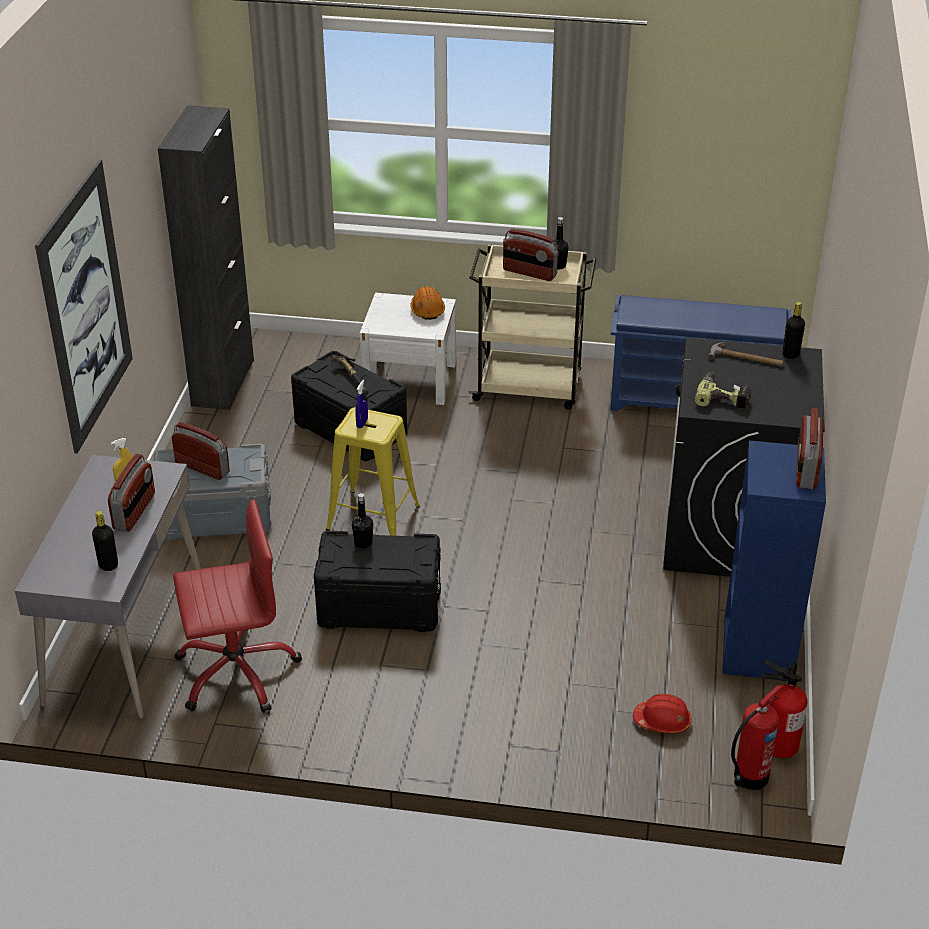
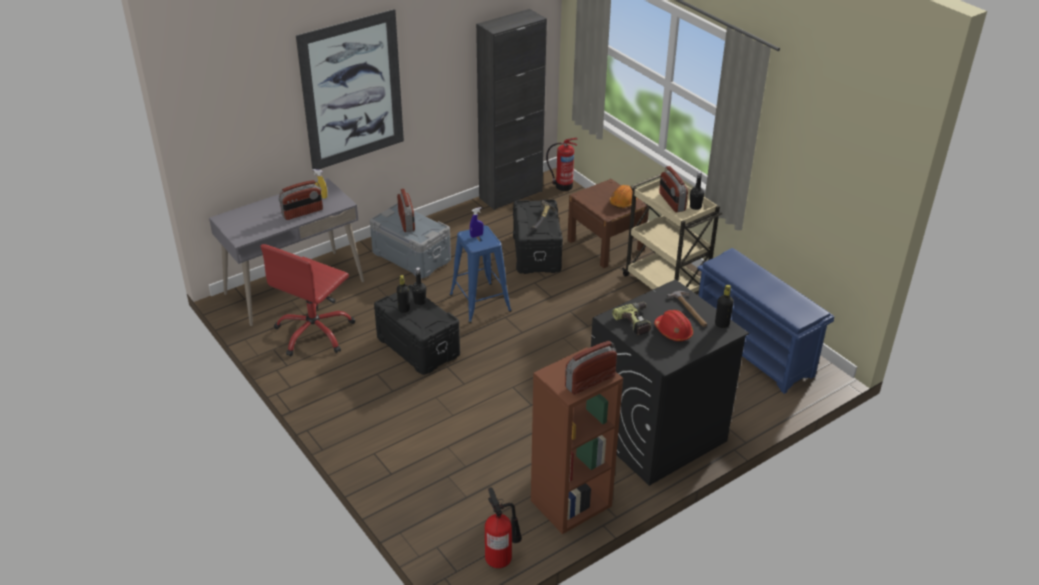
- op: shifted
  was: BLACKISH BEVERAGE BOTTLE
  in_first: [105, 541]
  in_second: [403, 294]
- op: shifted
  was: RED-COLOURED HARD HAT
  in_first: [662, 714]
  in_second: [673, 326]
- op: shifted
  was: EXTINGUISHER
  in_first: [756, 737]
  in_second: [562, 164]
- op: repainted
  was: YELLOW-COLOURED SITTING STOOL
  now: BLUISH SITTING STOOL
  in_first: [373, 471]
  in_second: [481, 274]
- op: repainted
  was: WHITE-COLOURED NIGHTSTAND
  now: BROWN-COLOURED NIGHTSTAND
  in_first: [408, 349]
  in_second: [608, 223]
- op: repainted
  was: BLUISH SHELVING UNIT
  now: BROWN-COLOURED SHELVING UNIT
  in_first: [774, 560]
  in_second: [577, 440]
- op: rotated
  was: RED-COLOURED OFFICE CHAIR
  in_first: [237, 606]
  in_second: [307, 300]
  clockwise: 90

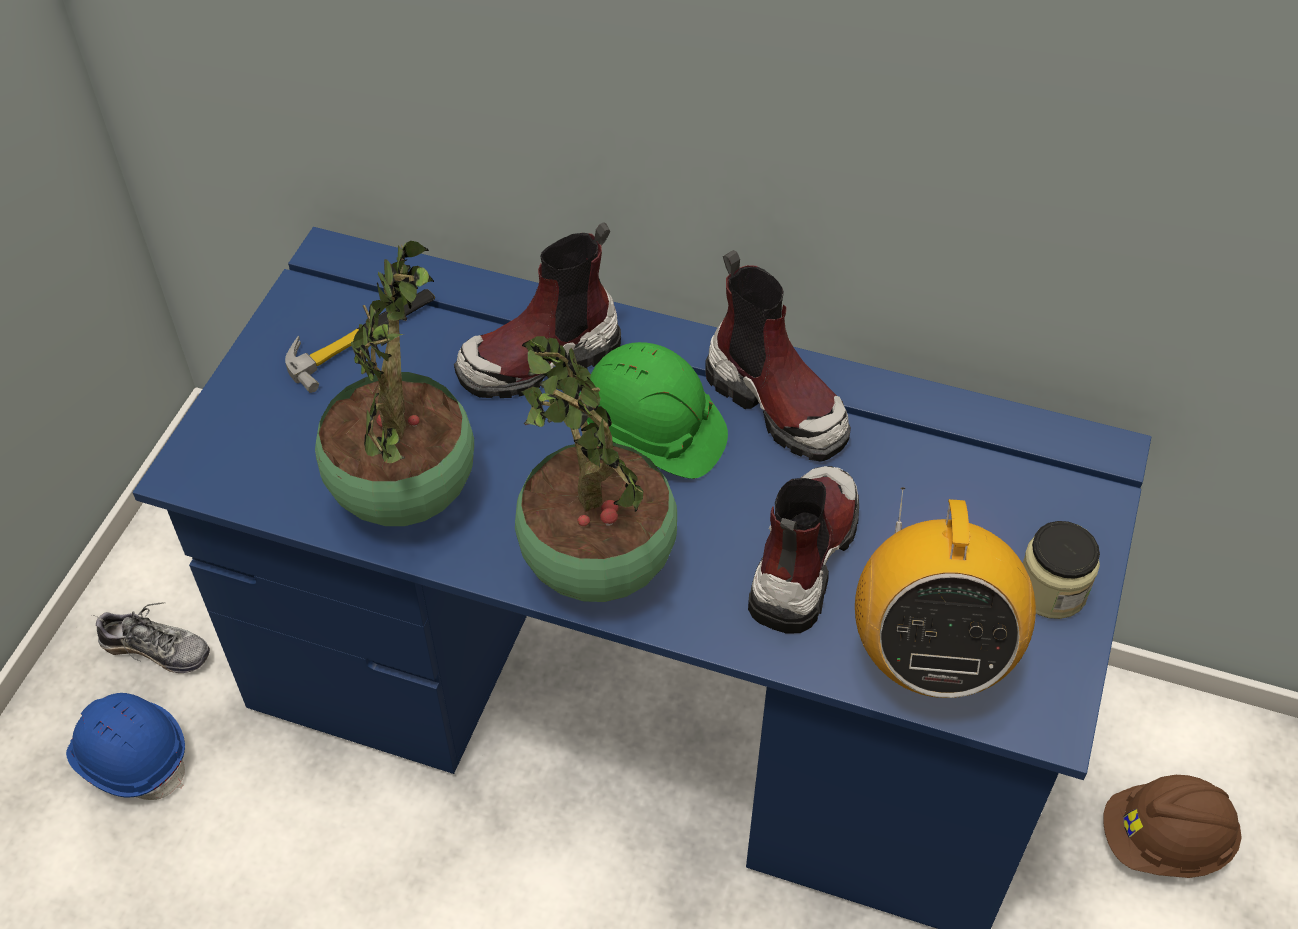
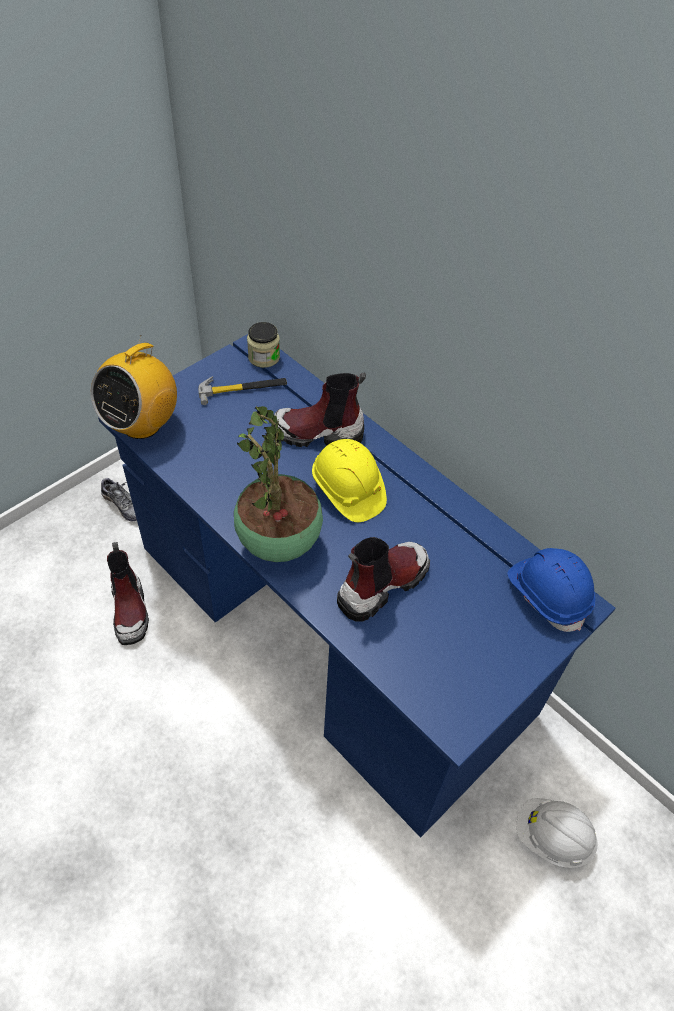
- op: gone
  was: POTTED PLANT
  in_first: [394, 383]
- op: shifted
  was: BLUISH HARD HAT
  in_first: [125, 746]
  in_second: [551, 590]
- op: shifted
  was: TALL BOOT
  in_first: [778, 356]
  in_second: [128, 593]
- op: shifted
  was: RADIO
  in_first: [945, 592]
  in_second: [133, 387]
- op: shifted
  was: JAR
  in_first: [1061, 570]
  in_second: [263, 345]
- op: repainted
  was: GREENISH HARD HAT
  now: YELLOW-COLOURED HARD HAT
  in_first: [653, 410]
  in_second: [349, 480]
- op: repainted
  was: BROWN-COLOURED HARD HAT
  now: WHITE-COLOURED HARD HAT
  in_first: [1172, 826]
  in_second: [557, 833]

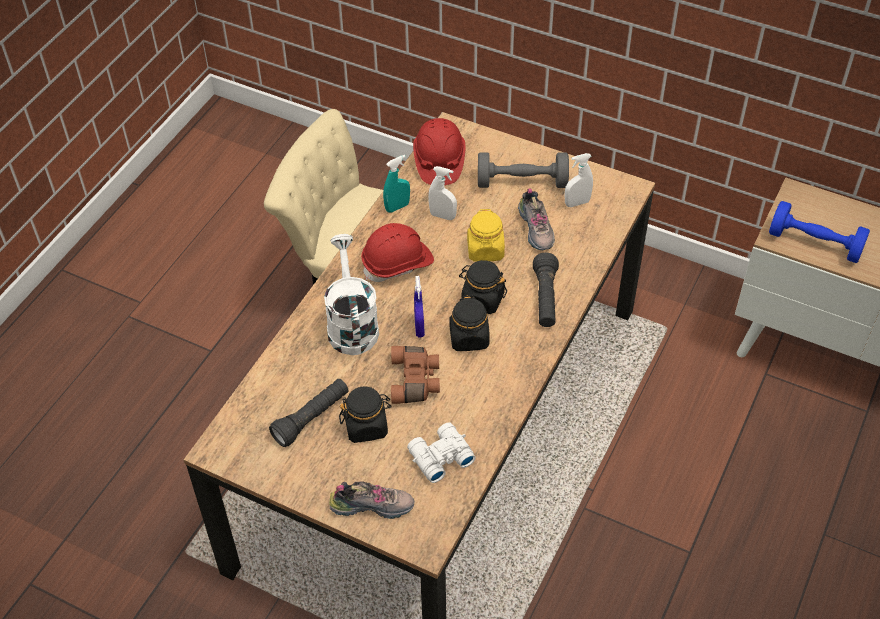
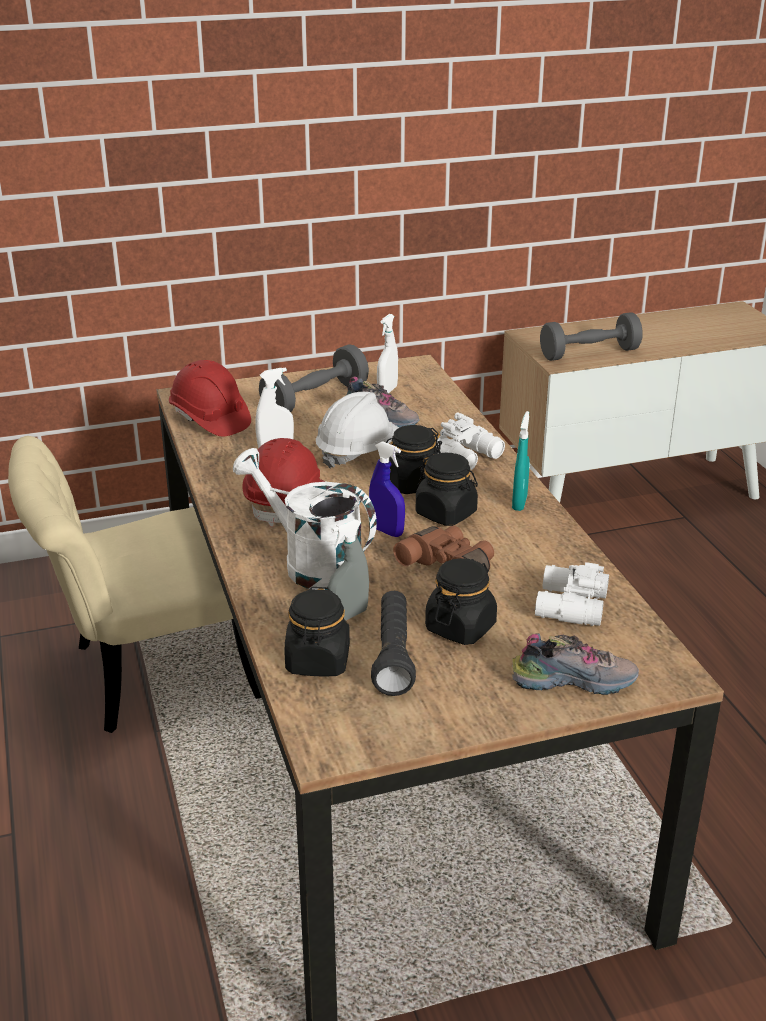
- op: new
  now: BLACKISH JAR
  in_second: [317, 632]
- op: new
  now: GREYISH HAND SPRAYER
  in_second: [348, 570]
- op: shifted
  was: TURQUOISE-COLOURED HAND SPRAYER
  in_first: [396, 184]
  in_second: [521, 461]
- op: swapped
  was: YELLOW-COLOURED JAR
  now: WHITE-COLOURED HARD HAT
  in_first: [486, 235]
  in_second: [357, 430]
- op: swapped
  was: BLACKISH HAND TORCH
  now: WHITE-COLOURED BINOCULARS
  in_first: [546, 290]
  in_second: [470, 441]
- op: repainted
  was: BLUISH FREE WEIGHT
  now: GREYISH FREE WEIGHT
  in_first: [819, 232]
  in_second: [591, 336]
- op: rotated
  was: LOW SHOE
  in_first: [371, 500]
  in_second: [575, 664]
  clockwise: 45

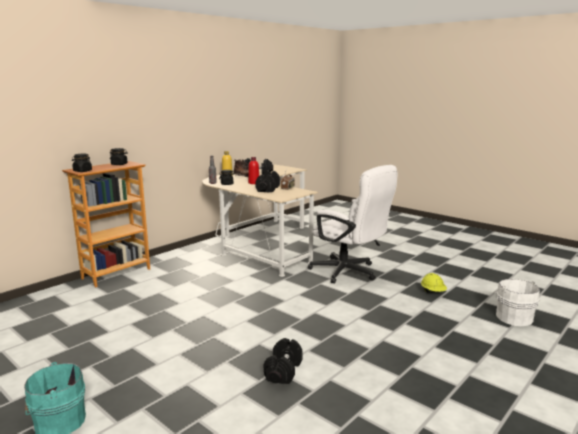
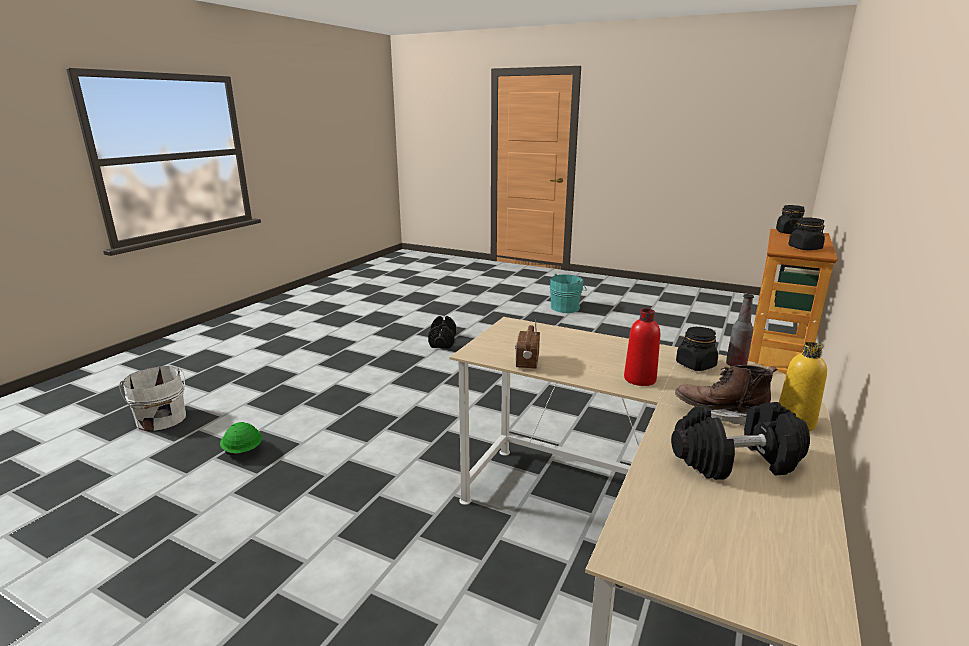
- op: gone
  was: BLACKISH FREE WEIGHT
  in_first: [267, 181]
- op: gone
  was: WHITE-COLOURED OFFICE CHAIR
  in_first: [353, 224]
- op: repainted
  was: YELLOW-COLOURED HARD HAT
  now: GREENISH HARD HAT
  in_first: [434, 283]
  in_second: [241, 438]

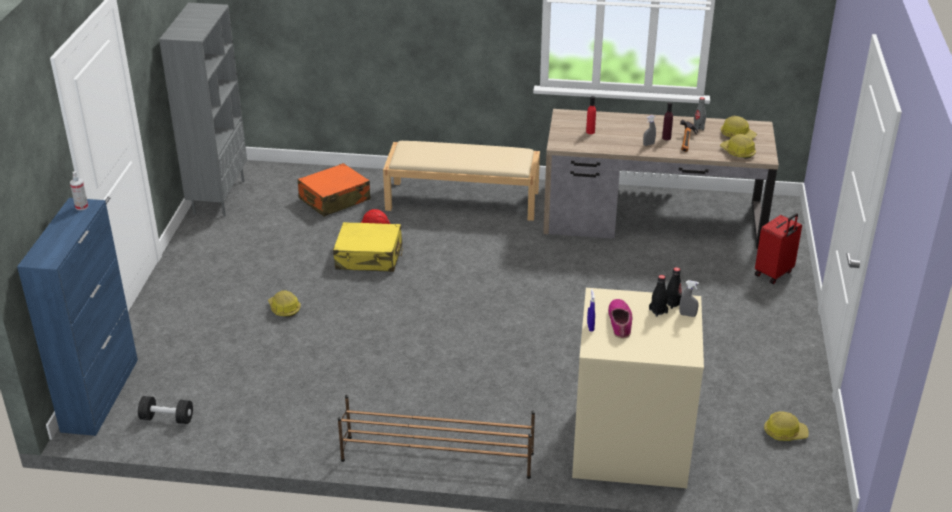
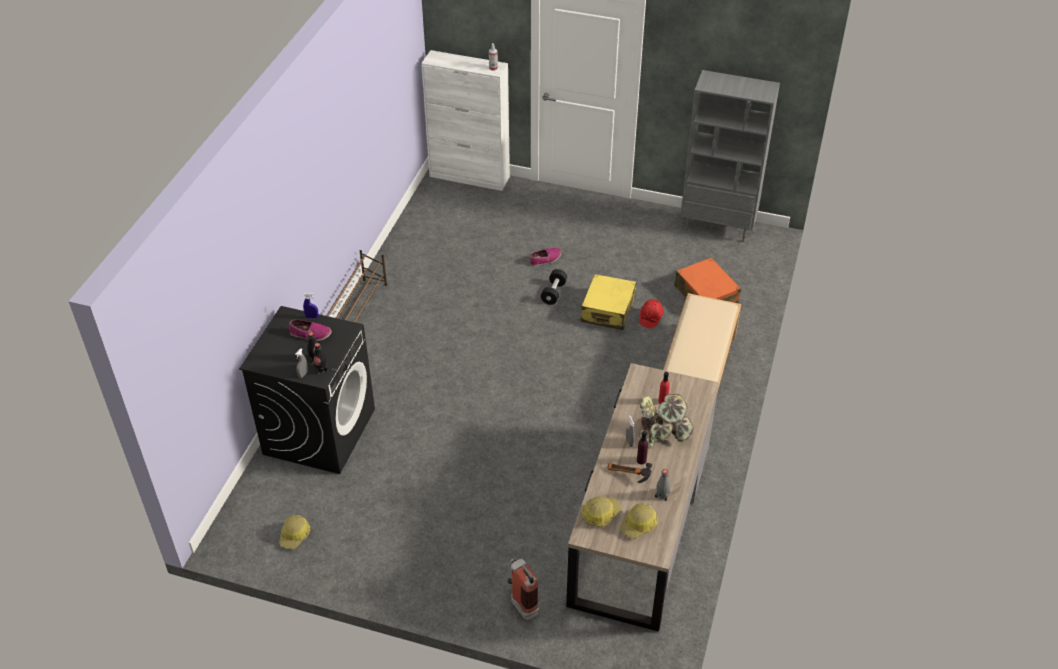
- op: new
  now: POTTED PLANT
  in_second: [666, 420]
- op: shifted
  was: BLACKISH FREE WEIGHT
  in_first: [165, 410]
  in_second: [554, 287]
- op: swapped
  was: HARD HAT
  now: LOW SHOE
  in_first: [284, 303]
  in_second: [545, 257]
- op: swapped
  was: RED-COLOURED PIECE OF LUGGAGE
  now: EXTINGUISHER
  in_first: [778, 248]
  in_second: [523, 589]
- op: repainted
  was: BLUISH CABINET
  now: WHITE-COLOURED CABINET
  in_first: [77, 317]
  in_second: [465, 120]
- op: repainted
  was: BEIGE-COLOURED LAUNDRY MACHINE
  now: BLACKISH LAUNDRY MACHINE
  in_first: [638, 388]
  in_second: [307, 390]

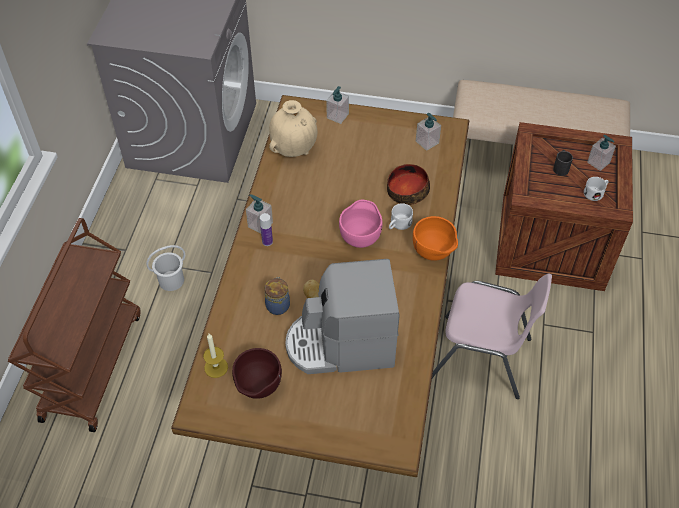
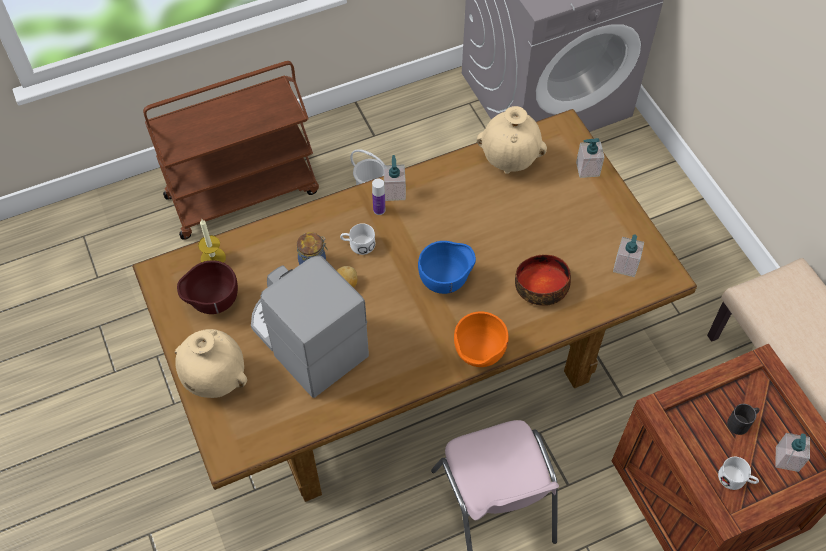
- op: new
  now: BEIGE-COLOURED DECORATIVE VASE
  in_second: [211, 363]
- op: shifted
  was: WHITE-COLOURED COFFEE MUG
  in_first: [401, 216]
  in_second: [357, 239]
- op: repainted
  was: PINKISH BOWL
  now: BLUISH BOWL
  in_first: [361, 224]
  in_second: [447, 267]

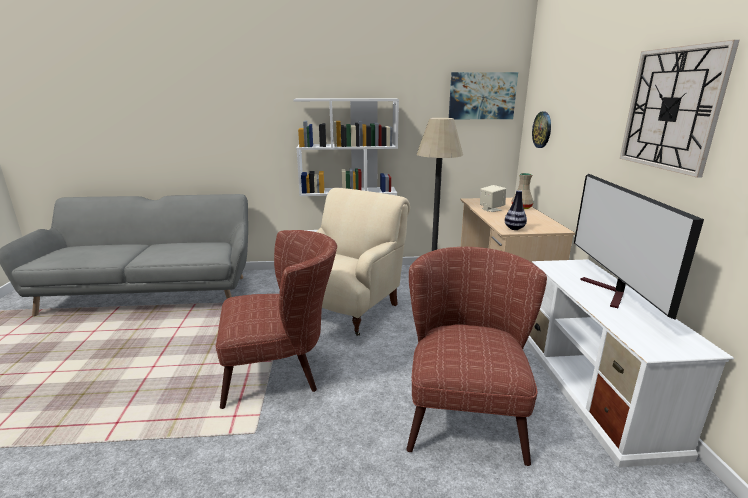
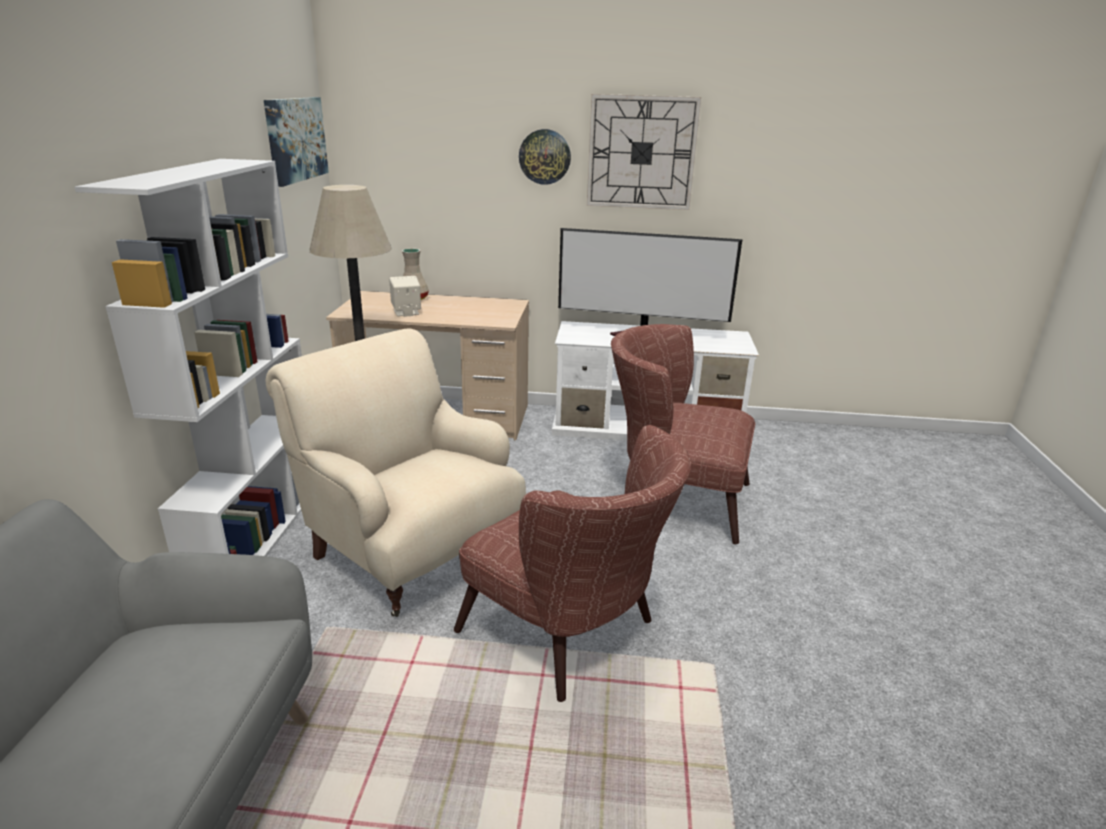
- op: gone
  was: DECORATIVE VASE
  in_first: [516, 210]
- op: shifted
  was: CLOCK ON THE WALL
  in_first: [541, 130]
  in_second: [545, 157]
- op: rotated
  was: BROWN-COLOURED EASY CHAIR
  in_first: [276, 319]
  in_second: [572, 563]
  clockwise: 135

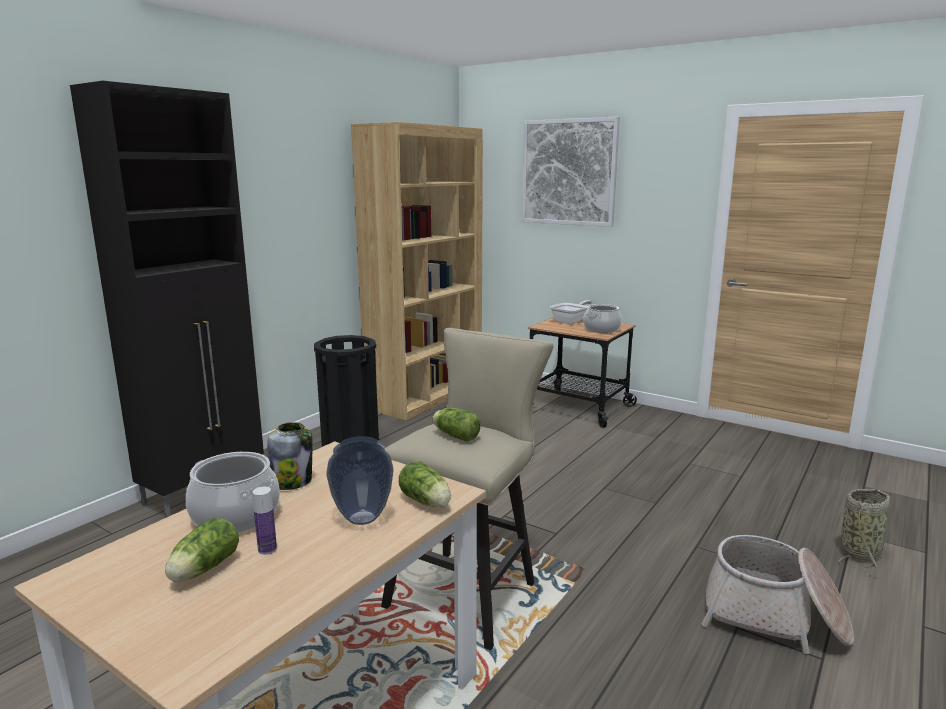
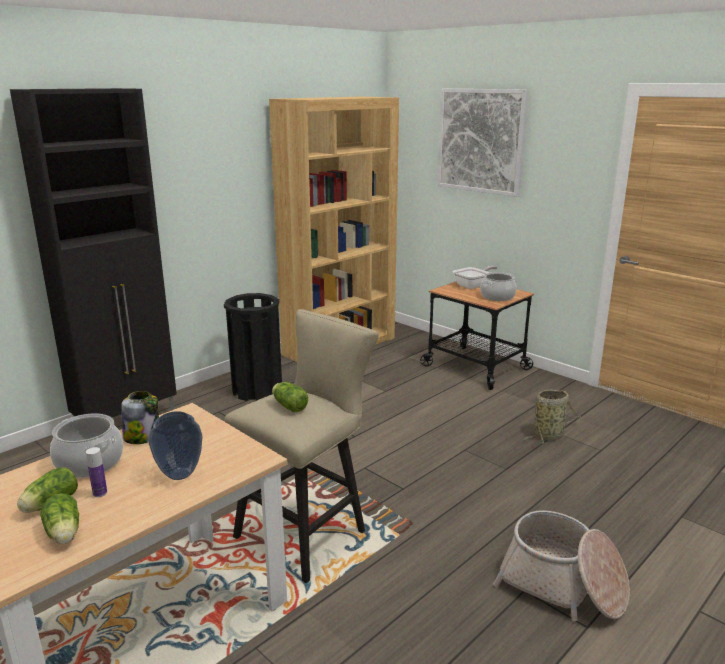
- op: shifted
  was: LETTUCE
  in_first: [425, 484]
  in_second: [59, 518]
- op: shifted
  was: HOUSEHOLD BASKET
  in_first: [864, 528]
  in_second: [553, 416]

